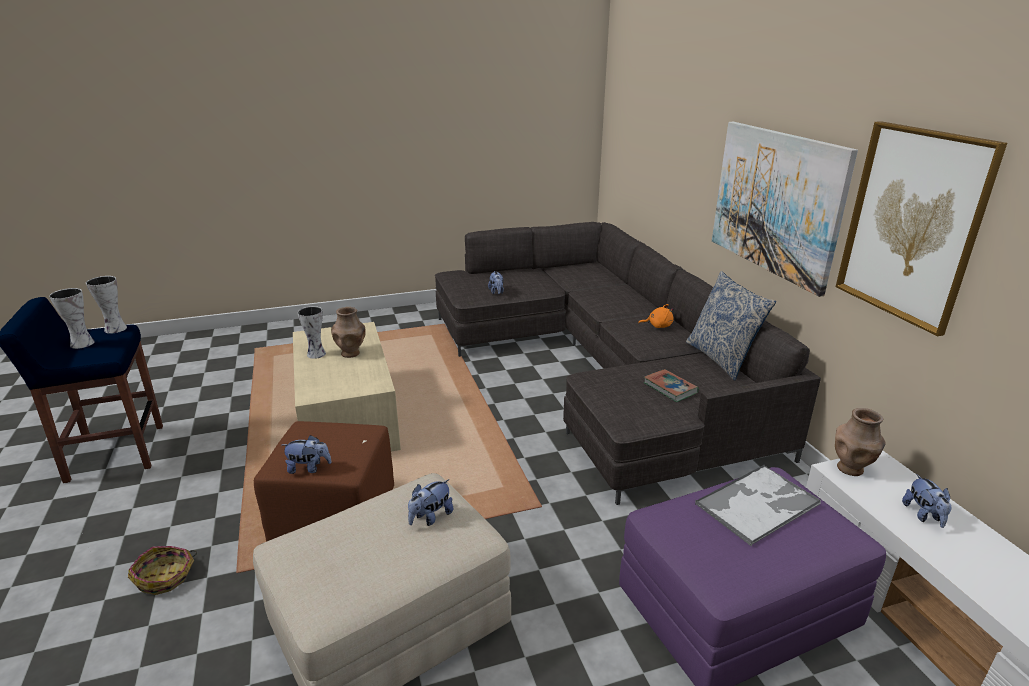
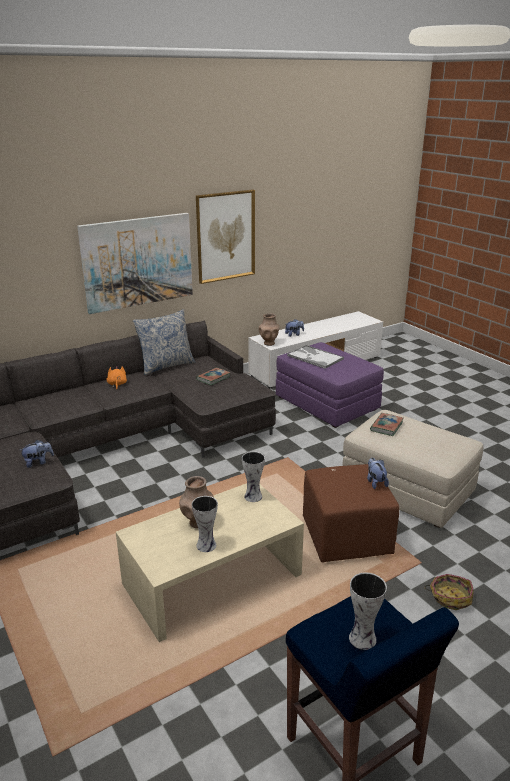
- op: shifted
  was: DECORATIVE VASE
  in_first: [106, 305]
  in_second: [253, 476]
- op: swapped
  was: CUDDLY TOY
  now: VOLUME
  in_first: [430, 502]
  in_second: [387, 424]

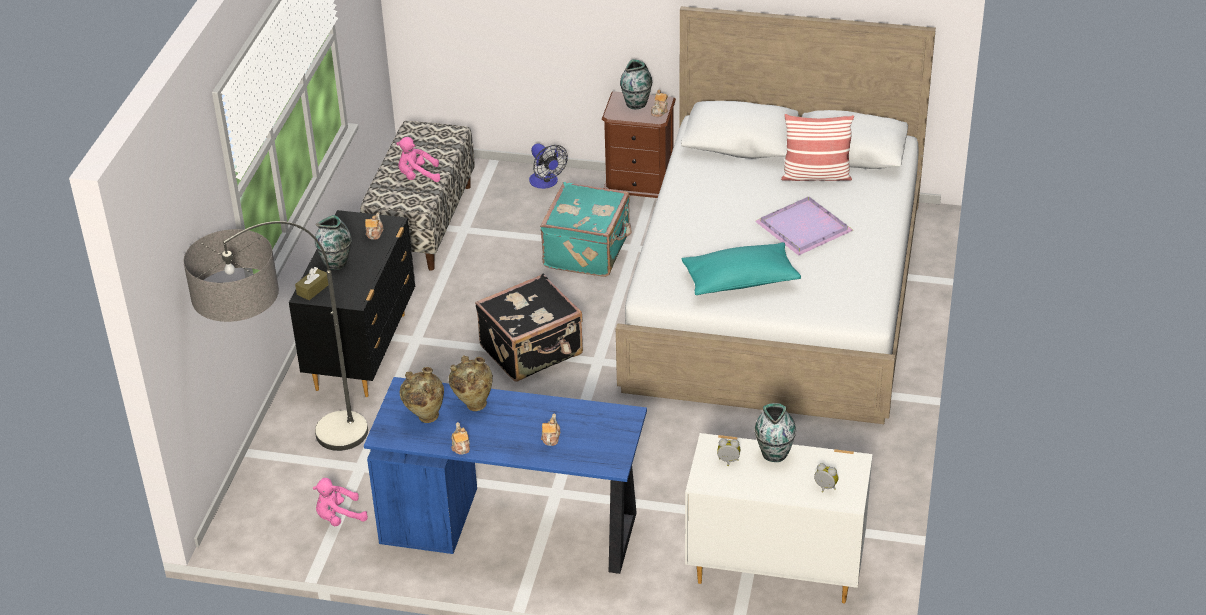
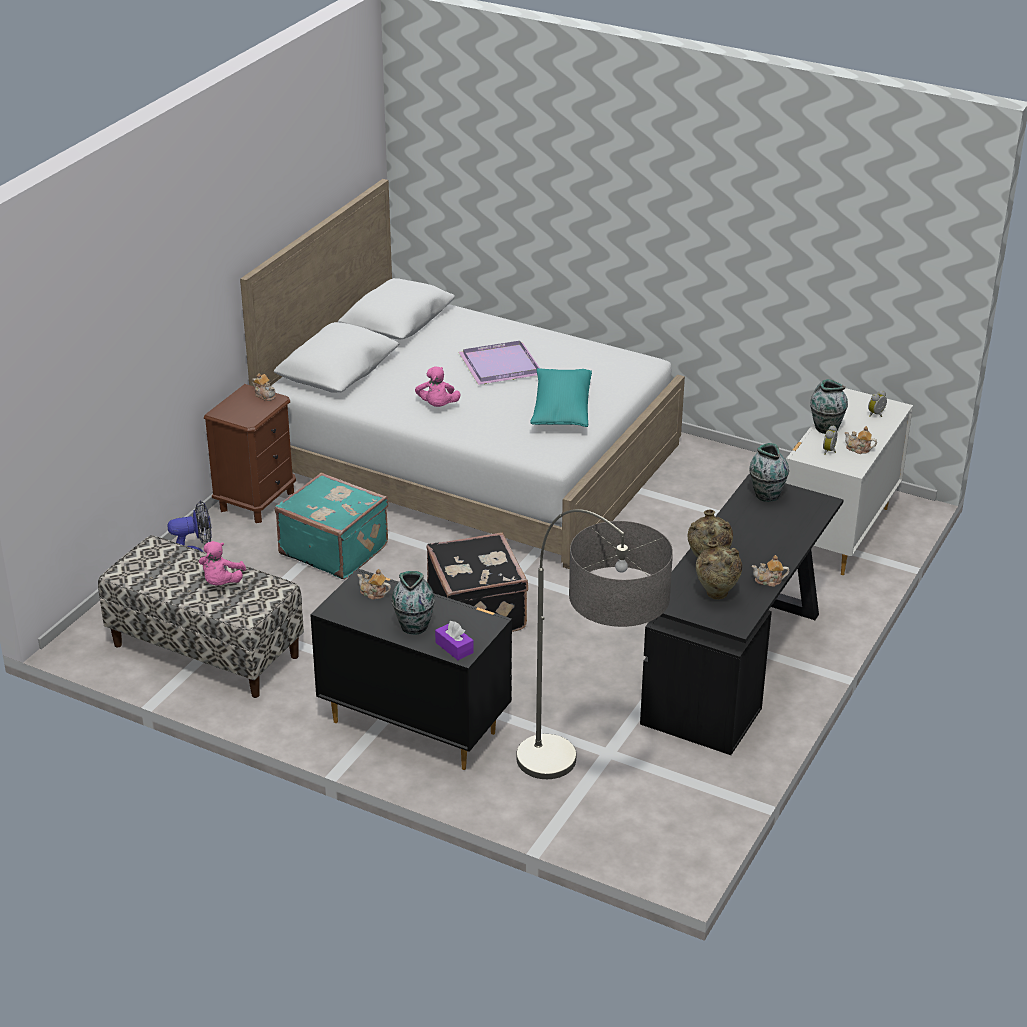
- op: gone
  was: PILLOW
  in_first: [817, 147]
- op: shifted
  was: PINKISH CUDDLY TOY
  in_first: [340, 502]
  in_second: [438, 386]
- op: shifted
  was: TEAPOT
  in_first: [550, 429]
  in_second: [861, 440]
- op: shifted
  was: DECORATIVE VASE
  in_first: [636, 84]
  in_second: [769, 472]
- op: repainted
  was: BROWN-COLOURED TISSUE BOX
  now: PURPLISH TISSUE BOX
  in_first: [311, 283]
  in_second: [454, 640]
- op: repainted
  was: BLUISH DESK TABLE
  now: BLACKISH DESK TABLE
  in_first: [505, 475]
  in_second: [742, 614]

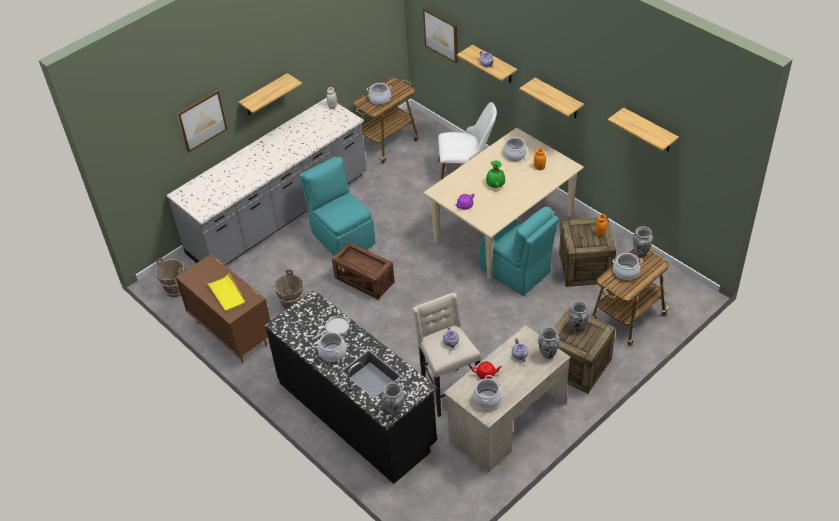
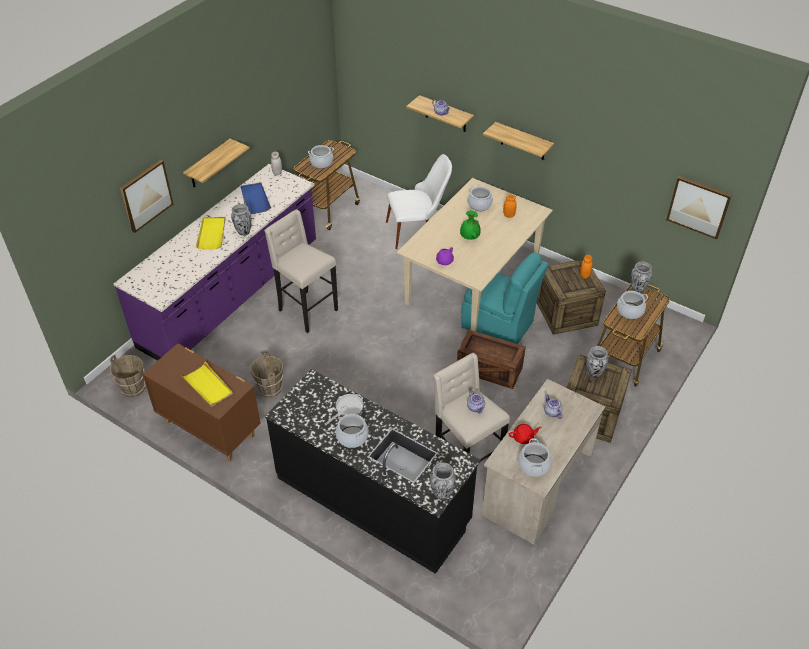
- op: gone
  was: BRACKET SHELF
  in_first: [643, 129]
- op: new
  now: YELLOW-COLOURED SERVING TRAY
  in_second: [210, 233]
- op: new
  now: BLUISH SERVING TRAY
  in_second: [256, 198]
- op: shifted
  was: CRATE
  in_first: [363, 271]
  in_second: [491, 359]
- op: shifted
  was: WALL ART
  in_first: [440, 35]
  in_second: [699, 207]
- op: shifted
  was: DECORATIVE VASE
  in_first: [549, 343]
  in_second: [241, 220]
- op: swapped
  was: TURQUOISE-COLOURED CHAIR
  now: BEIGE-COLOURED SITTING STOOL
  in_first: [337, 206]
  in_second: [301, 271]
- op: repainted
  was: GREYISH KITCHEN BASE UNIT
  now: PURPLISH KITCHEN BASE UNIT
  in_first: [267, 181]
  in_second: [215, 262]

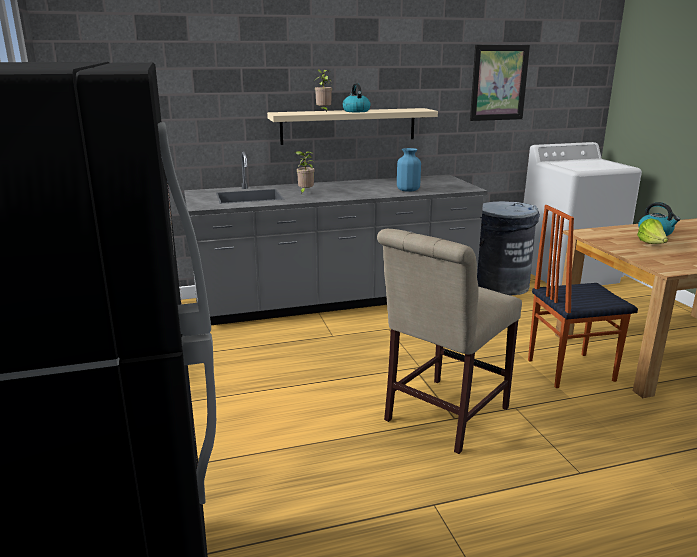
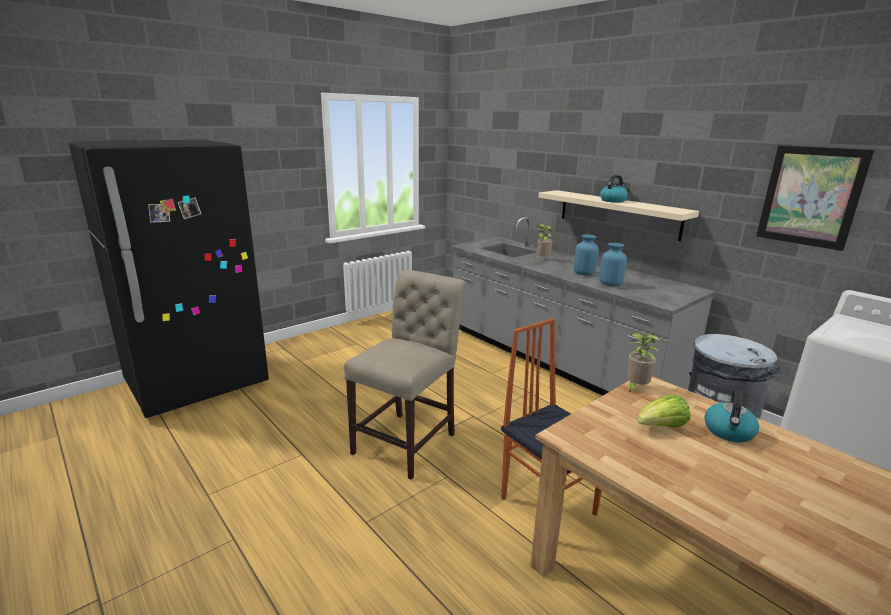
- op: new
  now: BLUISH DECORATIVE VASE
  in_second: [586, 254]
- op: shifted
  was: POTTED PLANT
  in_first: [323, 91]
  in_second: [643, 362]
- op: rotated
  was: BEIGE-COLOURED CHAIR
  in_first: [449, 341]
  in_second: [405, 374]
  clockwise: 105

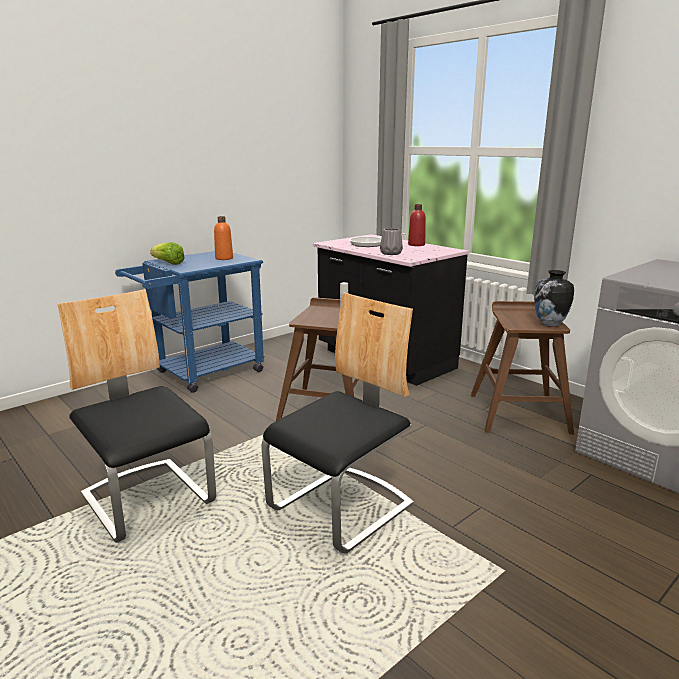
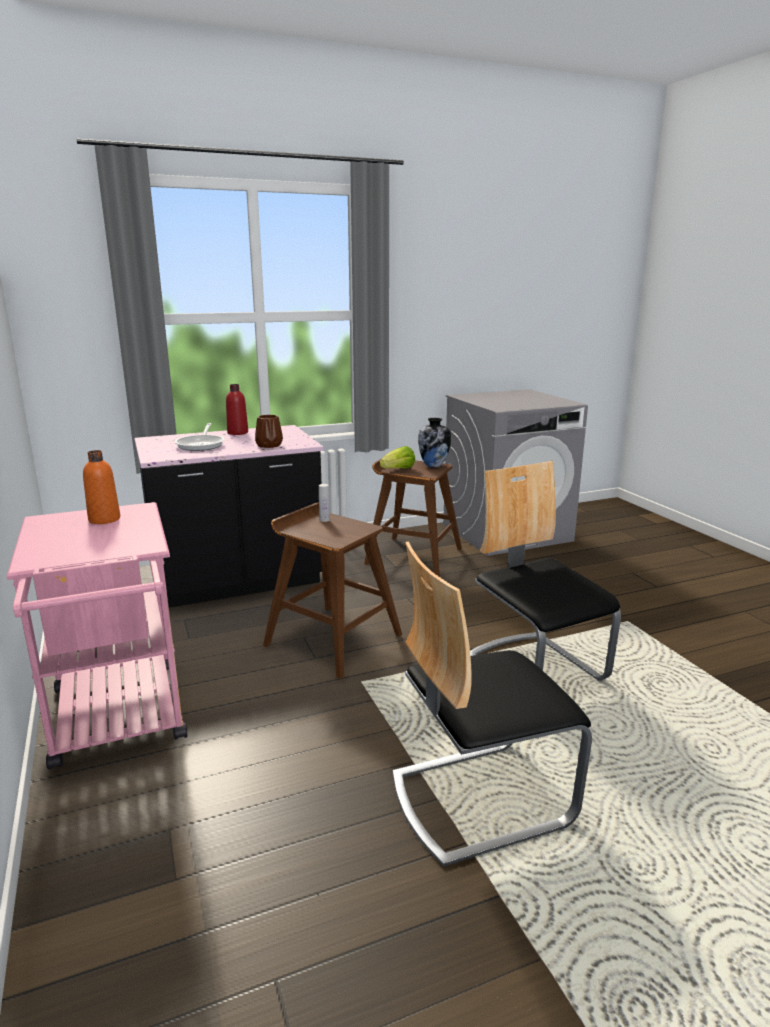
- op: shifted
  was: LETTUCE
  in_first: [167, 253]
  in_second: [397, 457]
- op: repainted
  was: BLUISH TROLLEY
  now: PINKISH TROLLEY
  in_first: [190, 322]
  in_second: [97, 635]
- op: repainted
  was: GREYISH DECORATIVE VASE
  now: BROWN-COLOURED DECORATIVE VASE
  in_first: [391, 241]
  in_second: [269, 431]

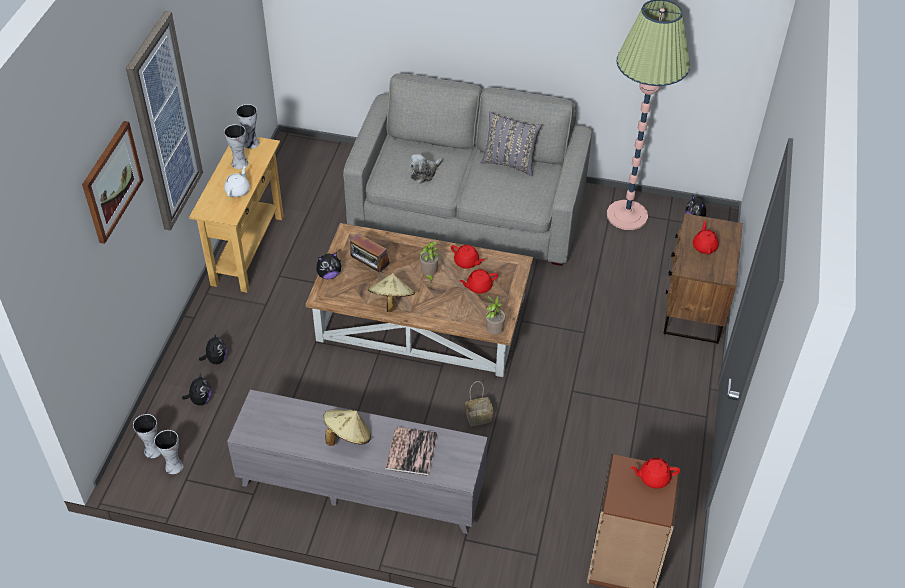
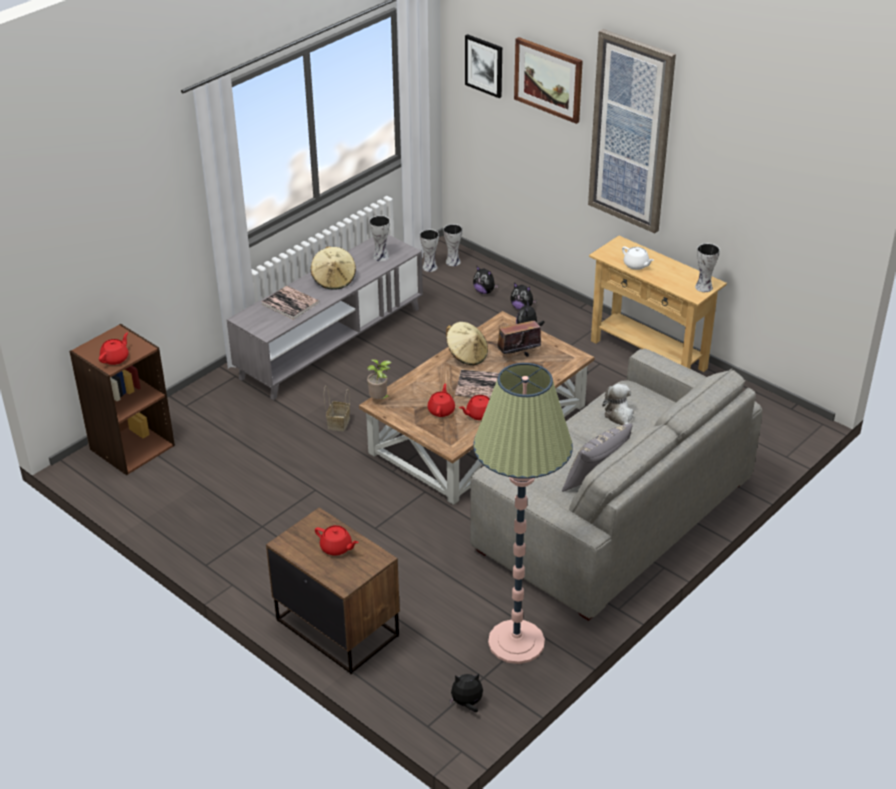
- op: new
  now: WALL ART
  in_second: [483, 66]
- op: shifted
  was: DECORATIVE VASE
  in_first: [236, 146]
  in_second: [379, 238]
- op: swapped
  was: POTTED PLANT
  now: VOLUME
  in_first: [429, 262]
  in_second: [477, 384]

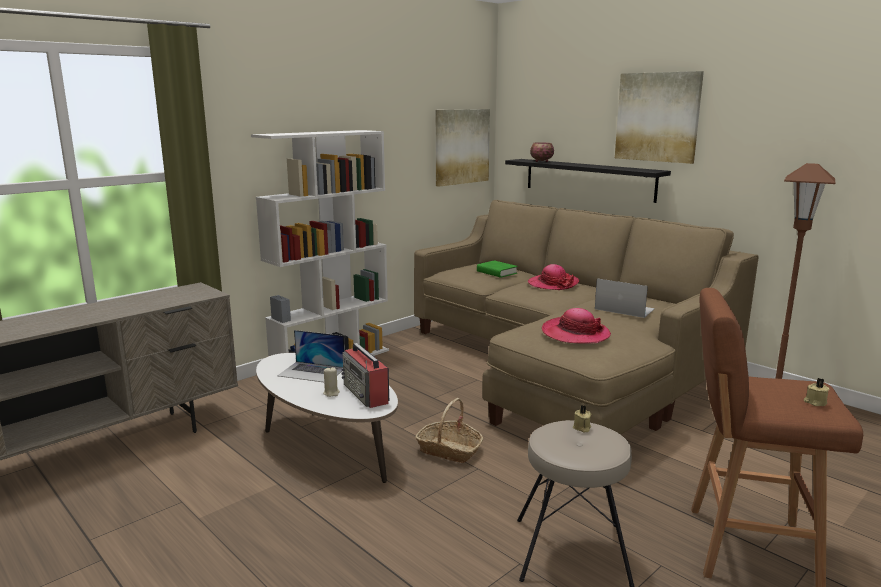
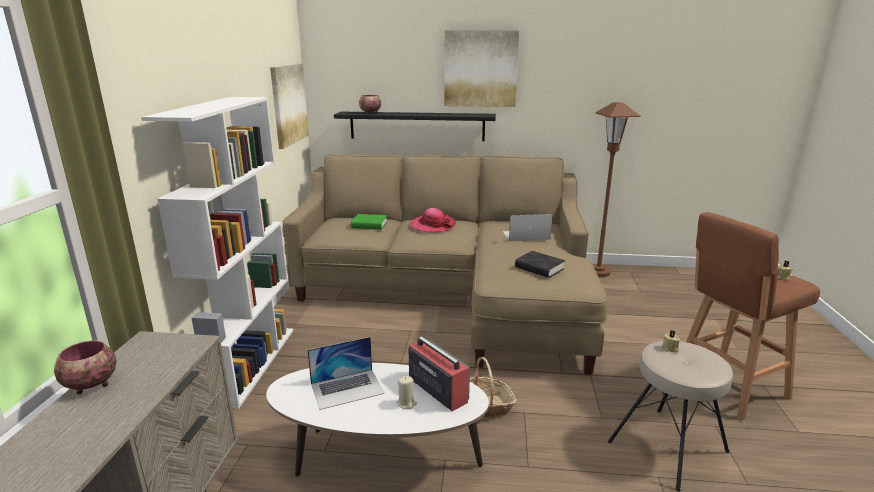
- op: new
  now: BOWL
  in_second: [85, 367]
- op: swapped
  was: CLOTHING HAT
  now: BLACKISH VOLUME
  in_first: [576, 326]
  in_second: [540, 264]
- op: rotated
  was: RADIO
  in_first: [365, 375]
  in_second: [439, 370]
  clockwise: -150

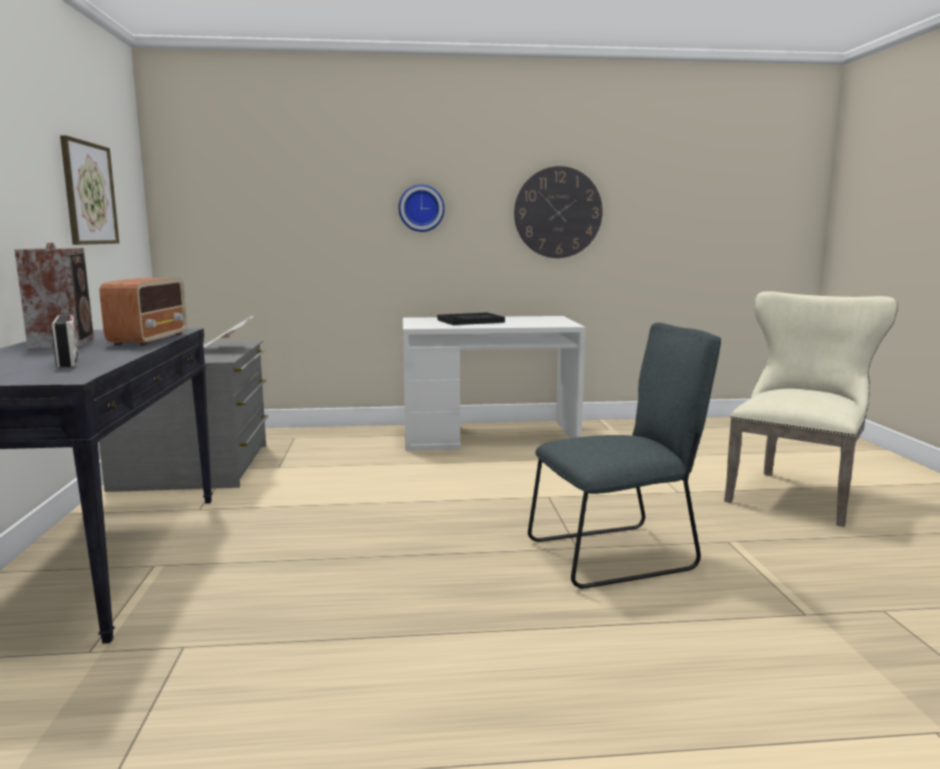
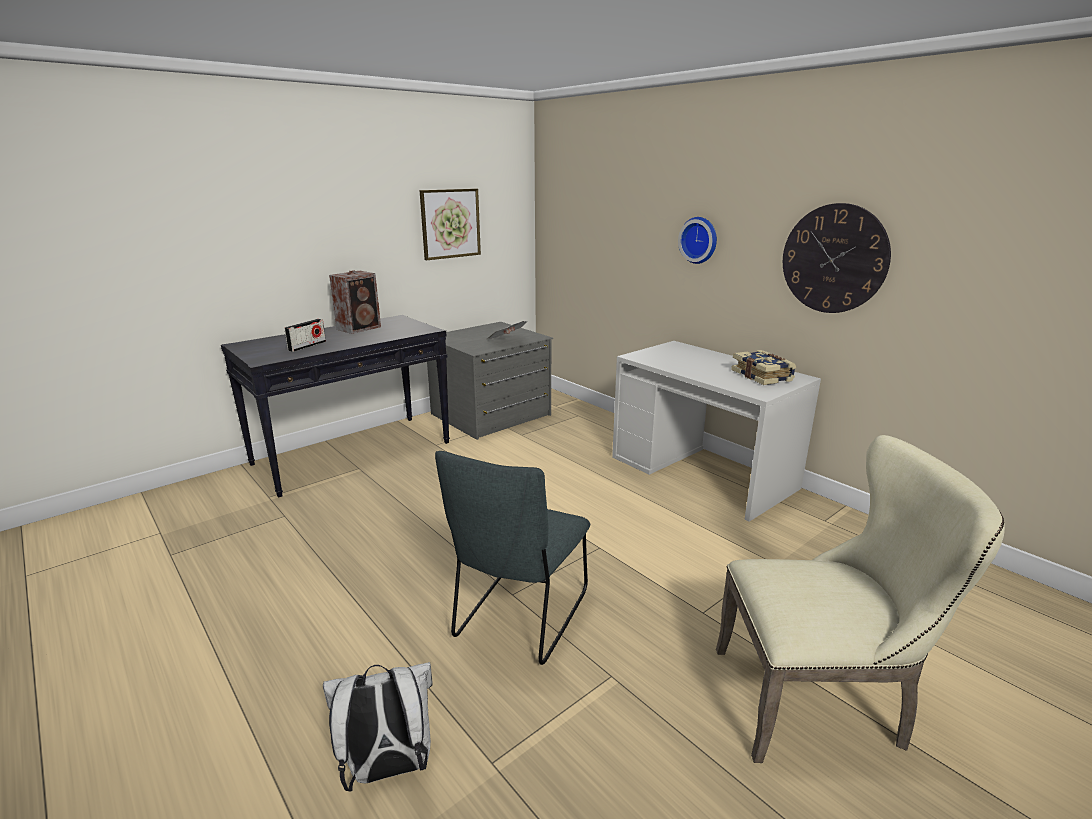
- op: gone
  was: RADIO
  in_first: [143, 311]
- op: gone
  was: BLACKISH SERVING TRAY
  in_first: [471, 318]
- op: new
  now: WHITE-COLOURED RUCKSACK
  in_second: [378, 726]
- op: new
  now: VOLUME
  in_second: [763, 367]
- op: rotated
  was: GREYISH CHAIR
  in_first: [624, 456]
  in_second: [512, 558]
  clockwise: 75

